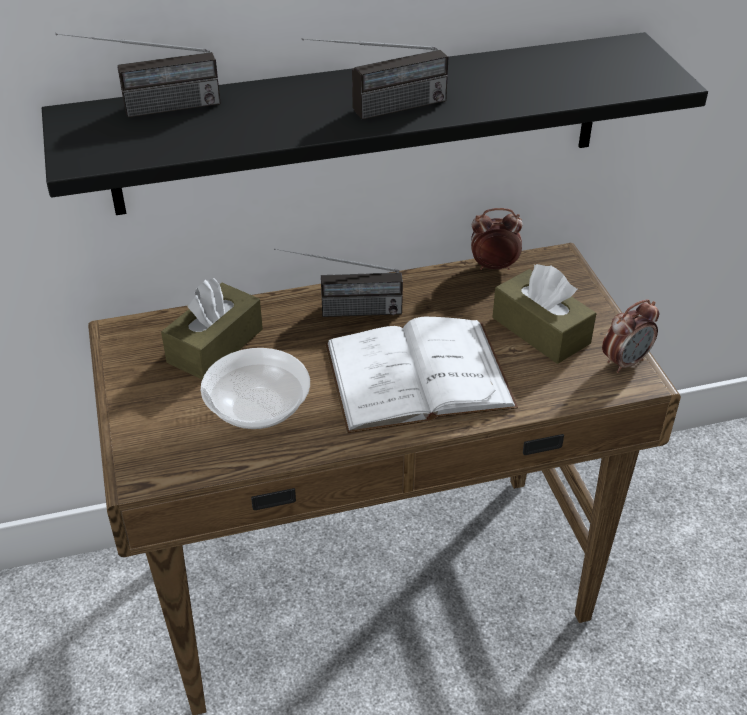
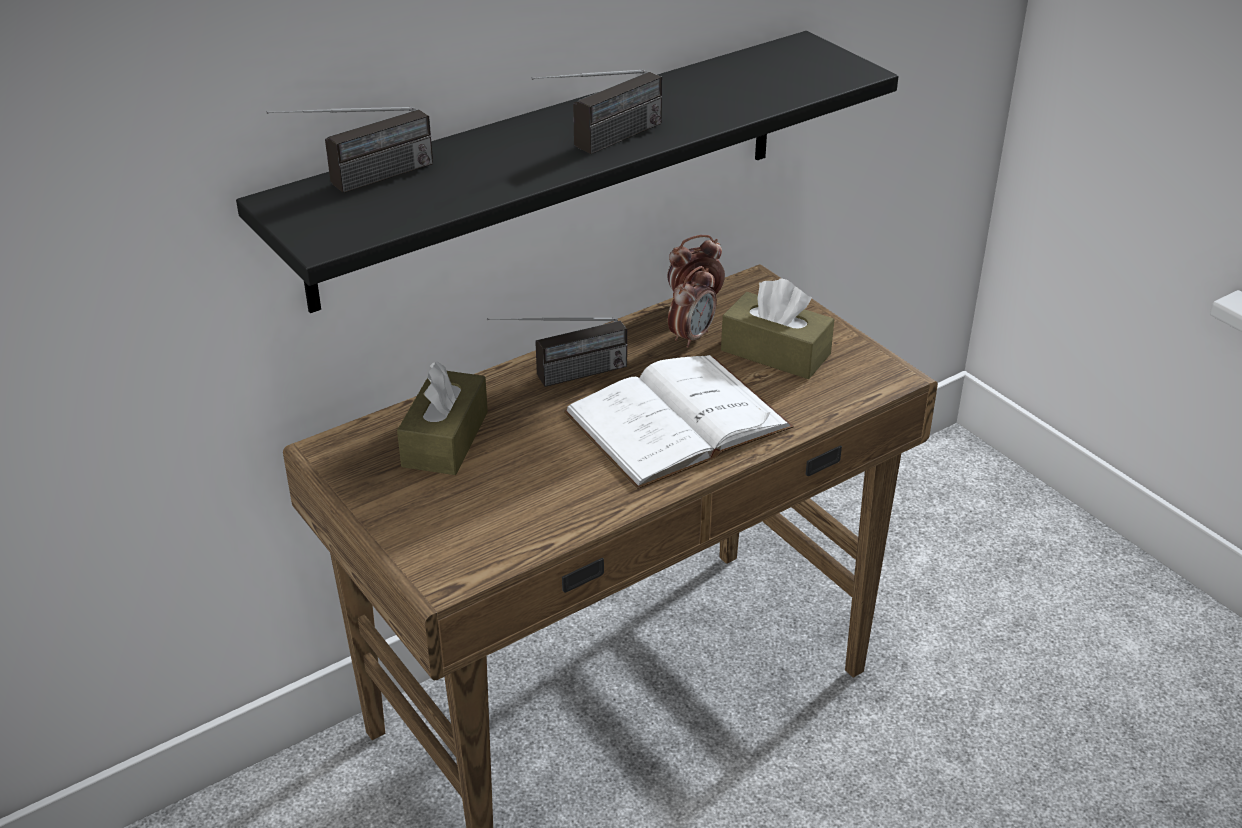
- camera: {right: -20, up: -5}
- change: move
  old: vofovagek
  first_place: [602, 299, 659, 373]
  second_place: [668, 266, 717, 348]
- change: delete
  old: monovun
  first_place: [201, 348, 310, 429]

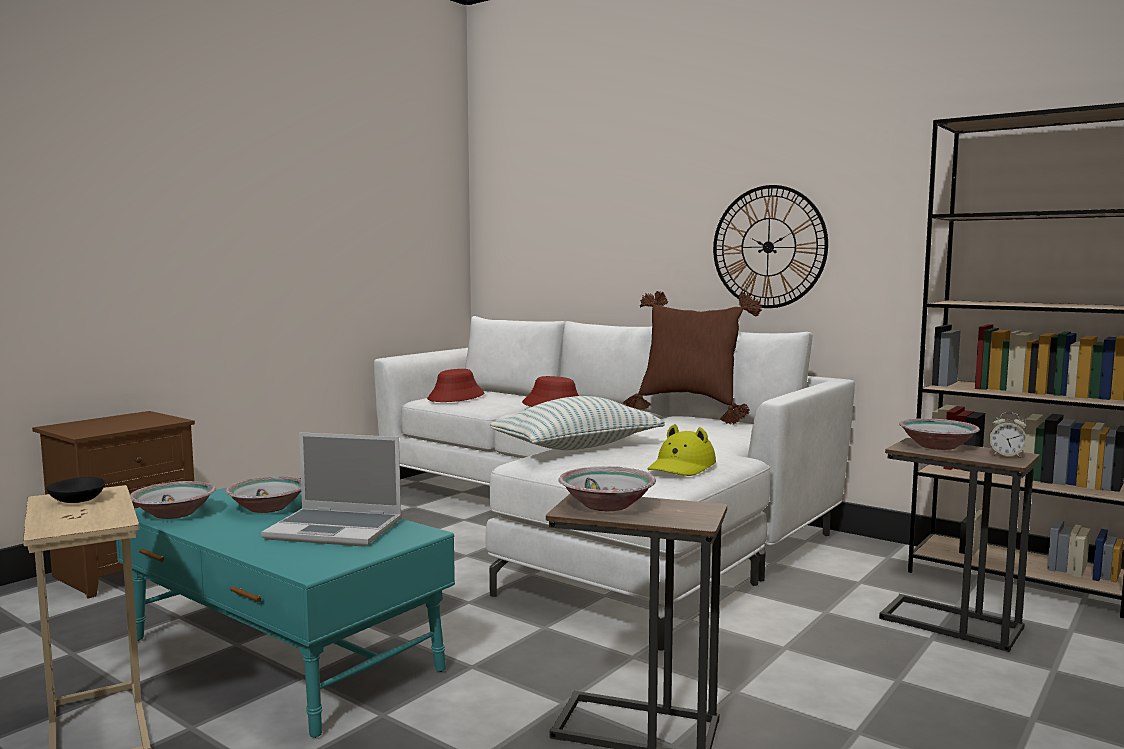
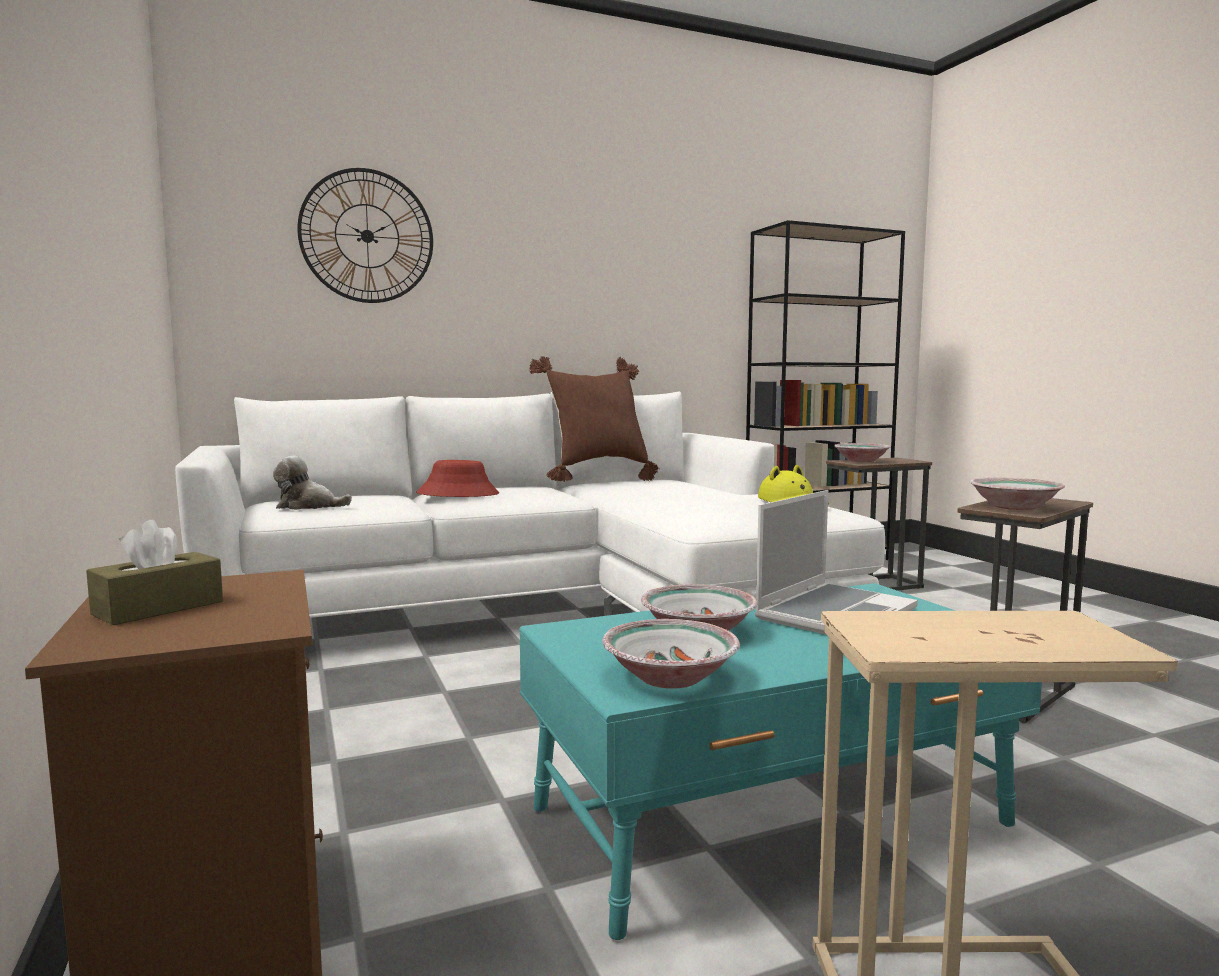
- camera: {right: -60, up: 0}
- change: insert
  new: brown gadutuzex
  second_place: [86, 520, 223, 625]
- change: replace
  old: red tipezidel
  new: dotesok
  first_place: [427, 369, 485, 402]
  second_place: [273, 456, 352, 510]
- change: move
  old: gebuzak
  first_place: [713, 185, 828, 308]
  second_place: [298, 168, 433, 303]
- change: delete
  old: black monovun
  first_place: [46, 477, 106, 503]
- change: delete
  old: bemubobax
  first_place: [490, 396, 665, 450]
- change: delete
  old: vofovagek
  first_place: [989, 412, 1027, 458]

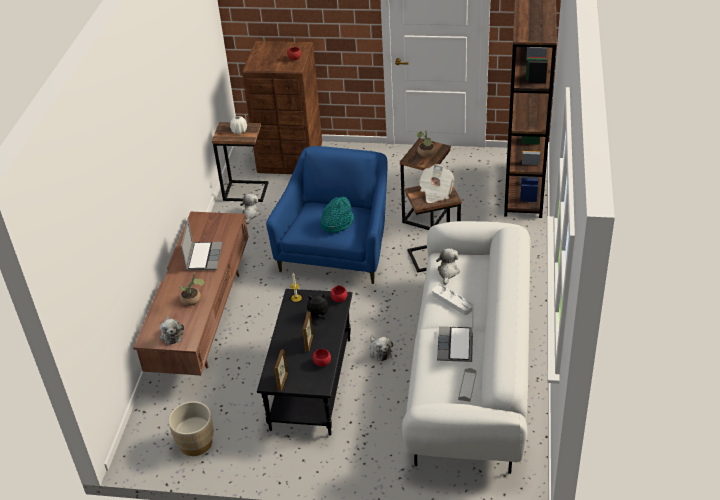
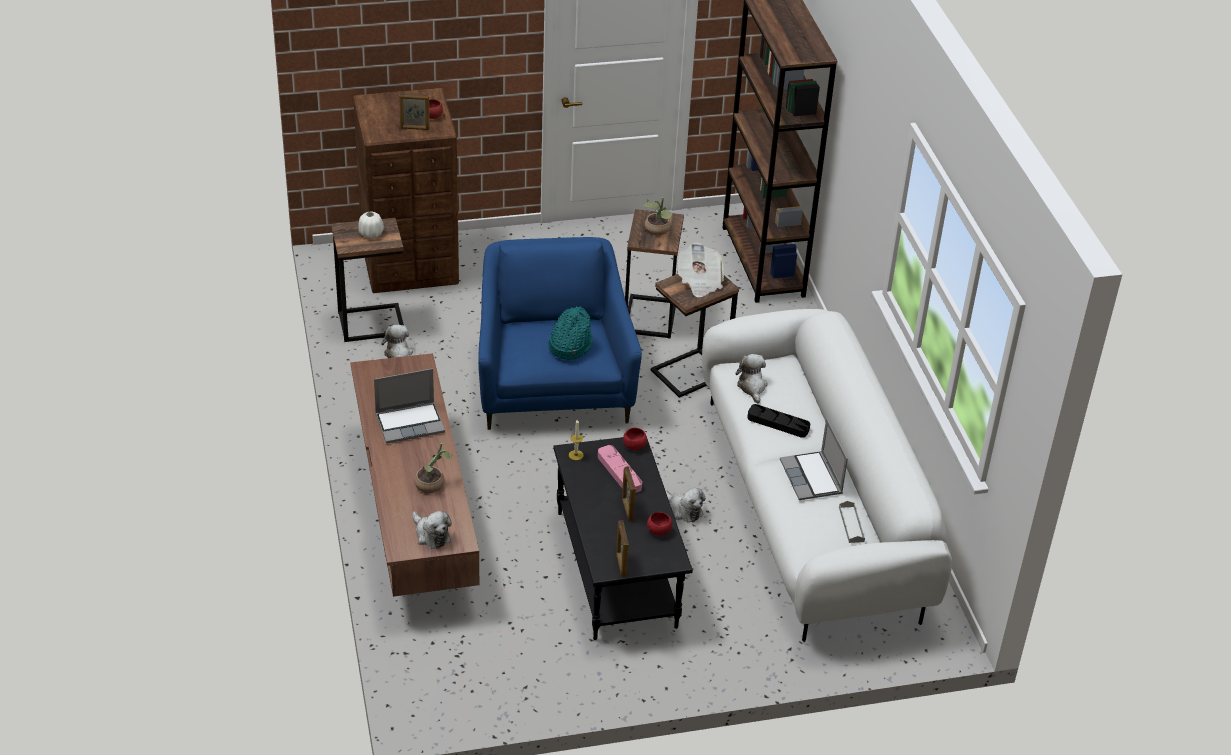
- camera: {right: -25, up: 0}
- change: rotate
  old: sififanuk
  first_place: [181, 219, 222, 271]
  second_place: [374, 368, 445, 443]
  degrees: 90
- change: insert
  new: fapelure
  second_place: [399, 93, 430, 130]
- change: replace
  old: dotesok
  new: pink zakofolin
  first_place: [306, 294, 329, 319]
  second_place: [598, 445, 642, 493]
- change: recolor
  old: white zakofolin
  new: black zakofolin
  first_place: [432, 285, 472, 315]
  second_place: [747, 404, 810, 438]
- change: delete
  old: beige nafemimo
  first_place: [168, 401, 214, 456]

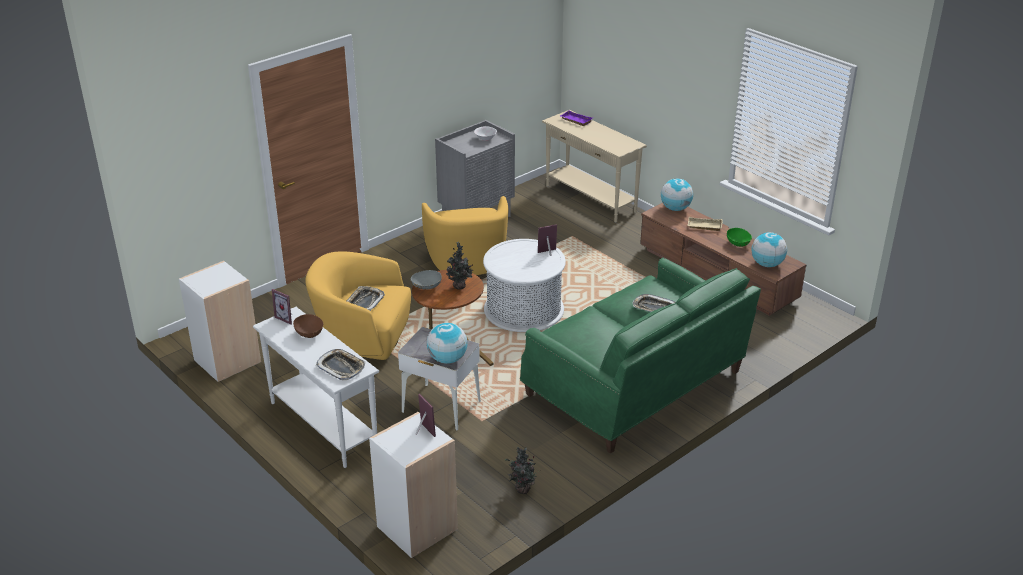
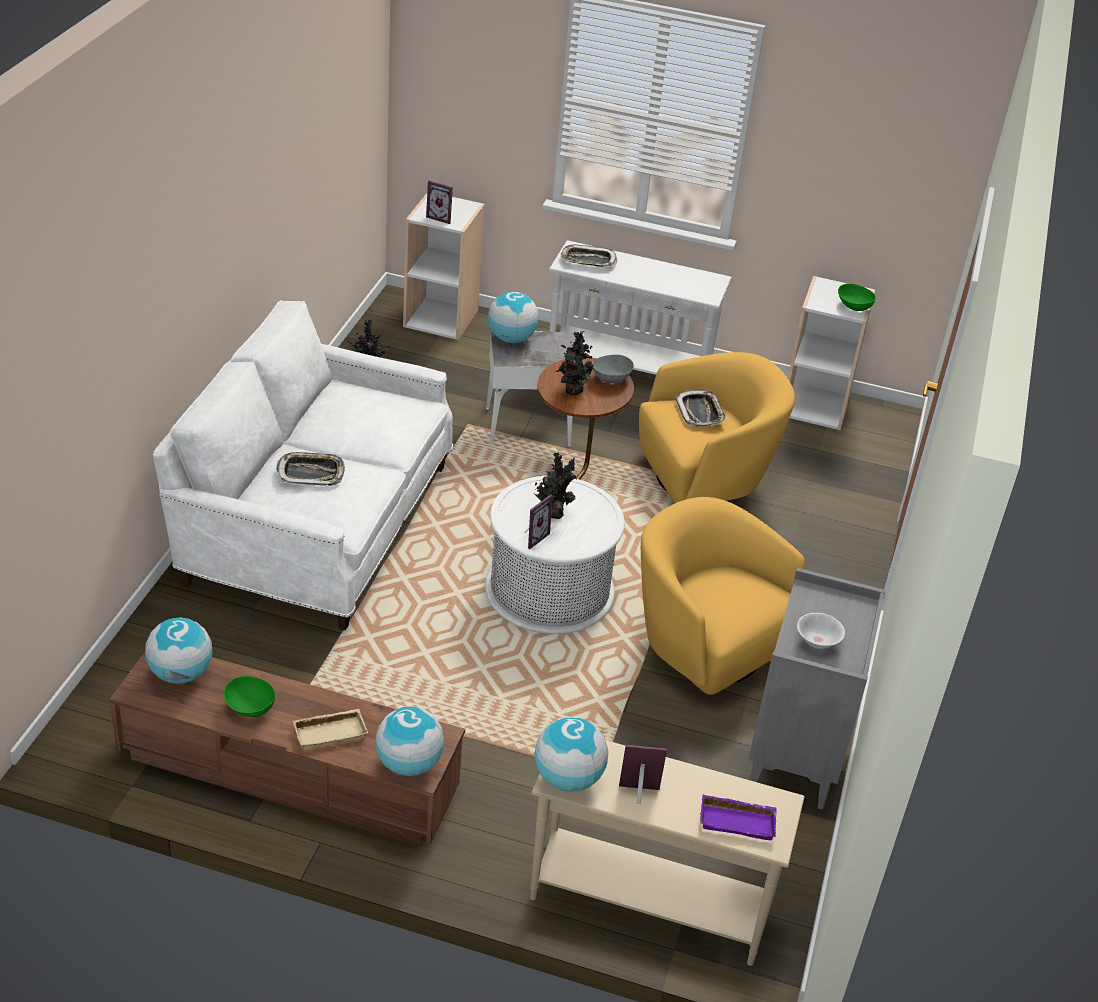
- camera: {right: 145, up: 5}
- change: recolor
  old: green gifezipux
  new: white gifezipux
  first_place: [520, 258, 761, 454]
  second_place: [153, 300, 453, 630]
- change: insert
  new: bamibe
  second_place: [533, 452, 577, 519]
- change: insert
  new: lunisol
  second_place: [535, 717, 608, 792]
- change: move
  old: fapelure
  first_place: [272, 289, 292, 325]
  second_place: [619, 745, 667, 804]
- change: insert
  new: green monovun
  second_place: [838, 284, 876, 311]
- change: delete
  old: brown monovun
  first_place: [293, 314, 324, 338]

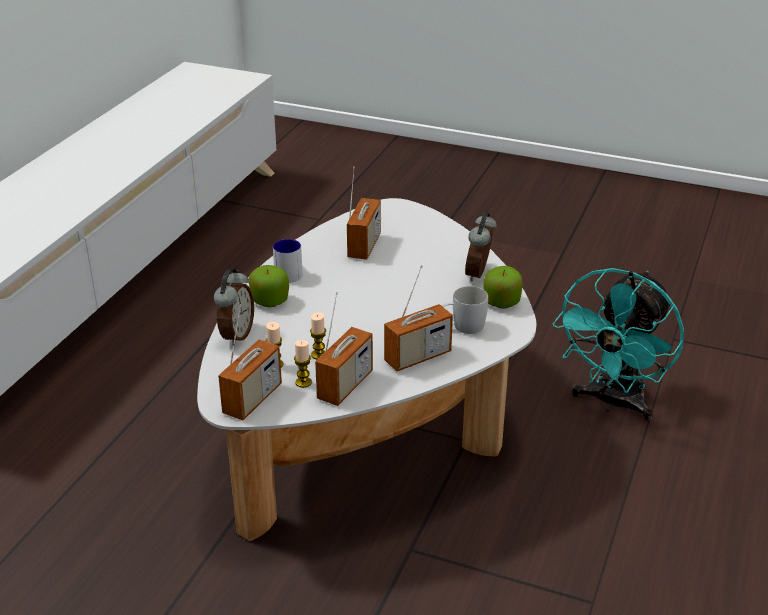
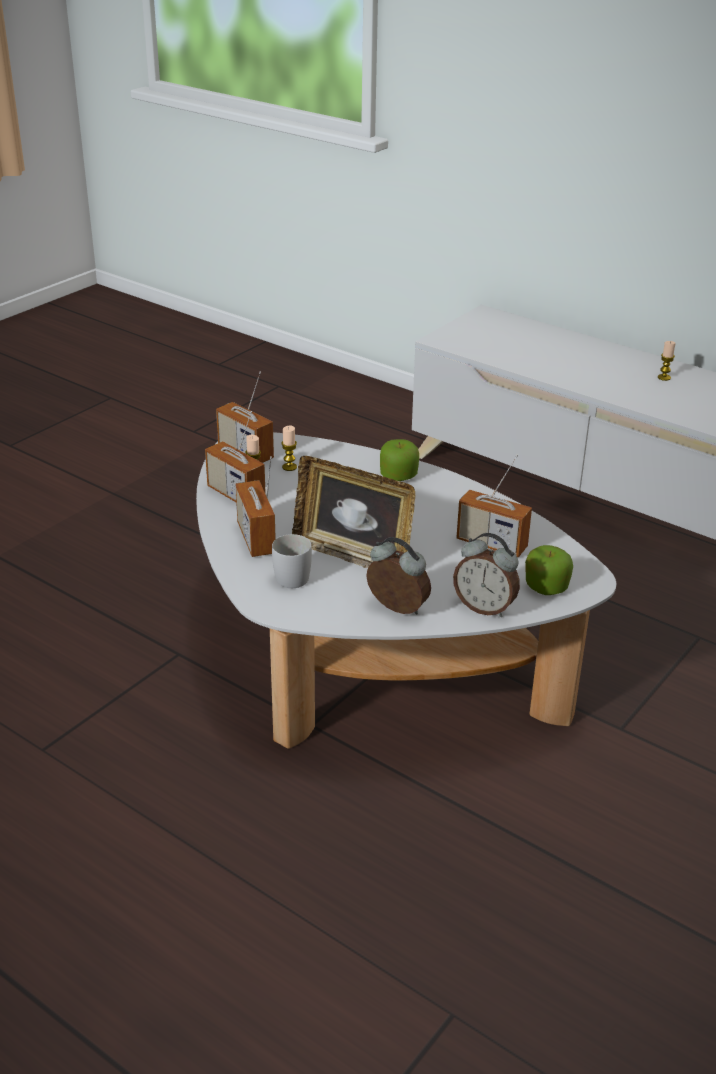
- camera: {right: 105, up: 0}
- change: insert
  new: fapelure
  second_place: [292, 456, 415, 568]
- change: move
  old: vofovagek
  first_place: [214, 269, 254, 344]
  second_place: [453, 533, 520, 617]
- change: move
  old: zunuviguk
  first_place: [483, 266, 522, 309]
  second_place: [525, 545, 573, 595]
- change: move
  old: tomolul
  first_place: [310, 312, 326, 359]
  second_place: [658, 341, 676, 381]
- change: delete
  old: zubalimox
  first_place: [273, 239, 303, 283]
- change: delete
  old: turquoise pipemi
  first_place: [553, 268, 684, 421]

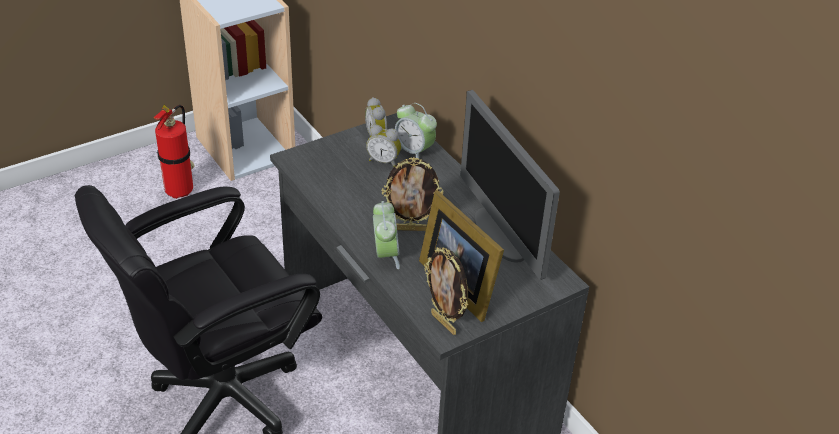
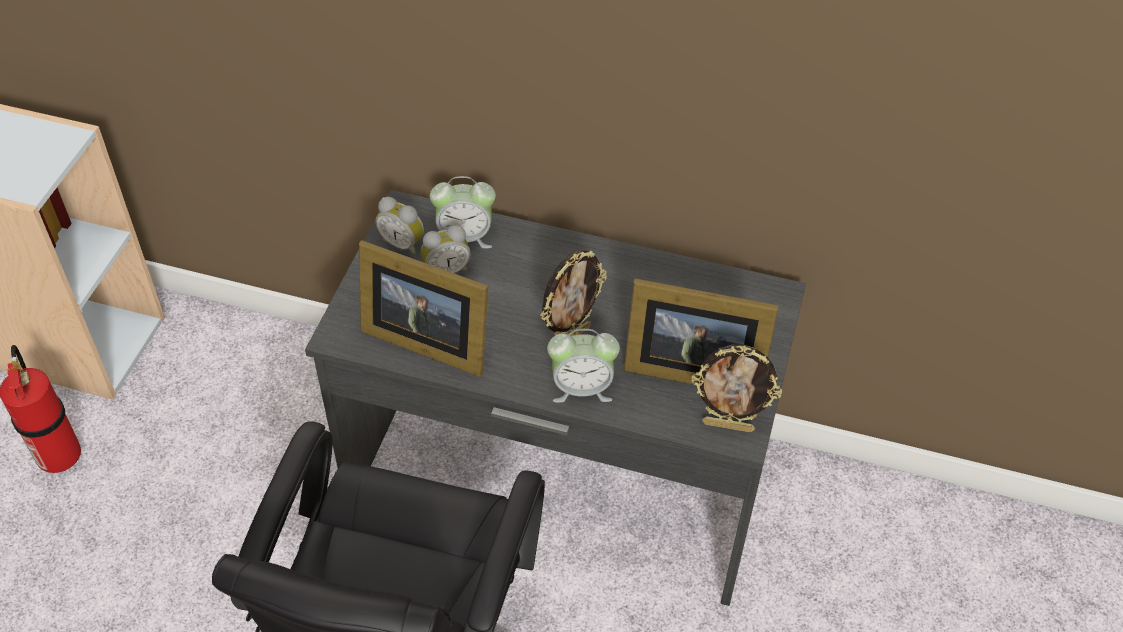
- camera: {right: -40, up: 10}
- change: insert
  new: fapelure
  second_place: [359, 240, 488, 377]
- change: rotate
  old: vofovagek
  first_place: [373, 201, 400, 269]
  second_place: [547, 329, 620, 403]
  degrees: 135
- change: delete
  old: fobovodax
  first_place: [460, 90, 560, 280]

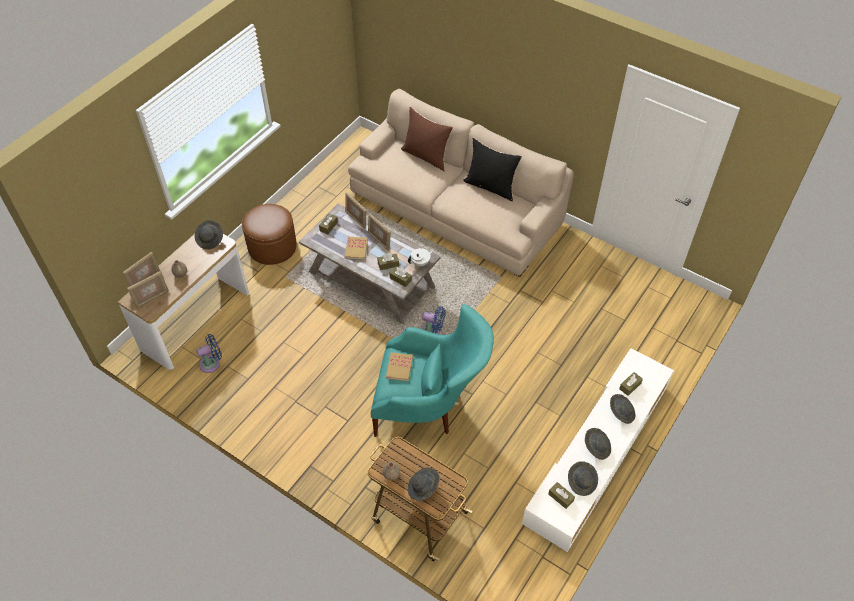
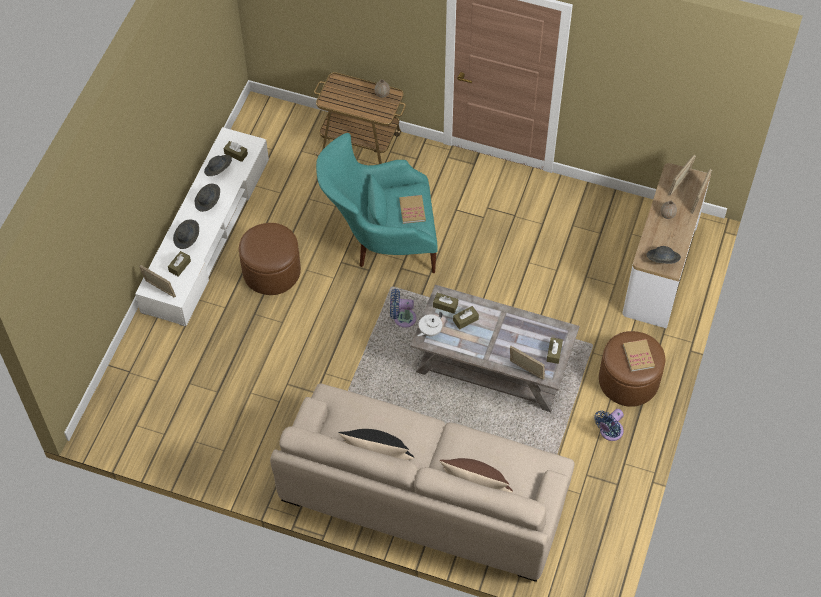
- camera: {right: 165, up: 5}
- change: move
  old: fapelure
  first_place: [368, 214, 391, 251]
  second_place: [140, 265, 176, 297]
- change: insert
  new: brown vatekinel
  second_place: [239, 223, 301, 295]
- change: move
  old: blue pipemi
  first_place: [196, 334, 222, 373]
  second_place: [594, 409, 624, 441]
- change: move
  old: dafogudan
  first_place: [344, 237, 368, 260]
  second_place: [623, 339, 655, 372]
- change: delete
  old: grey tipezidel
  first_place: [408, 468, 440, 501]

